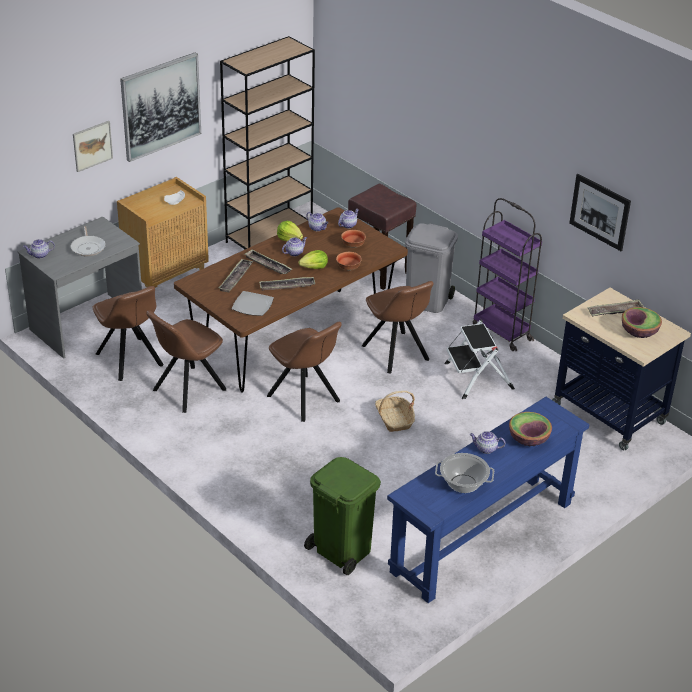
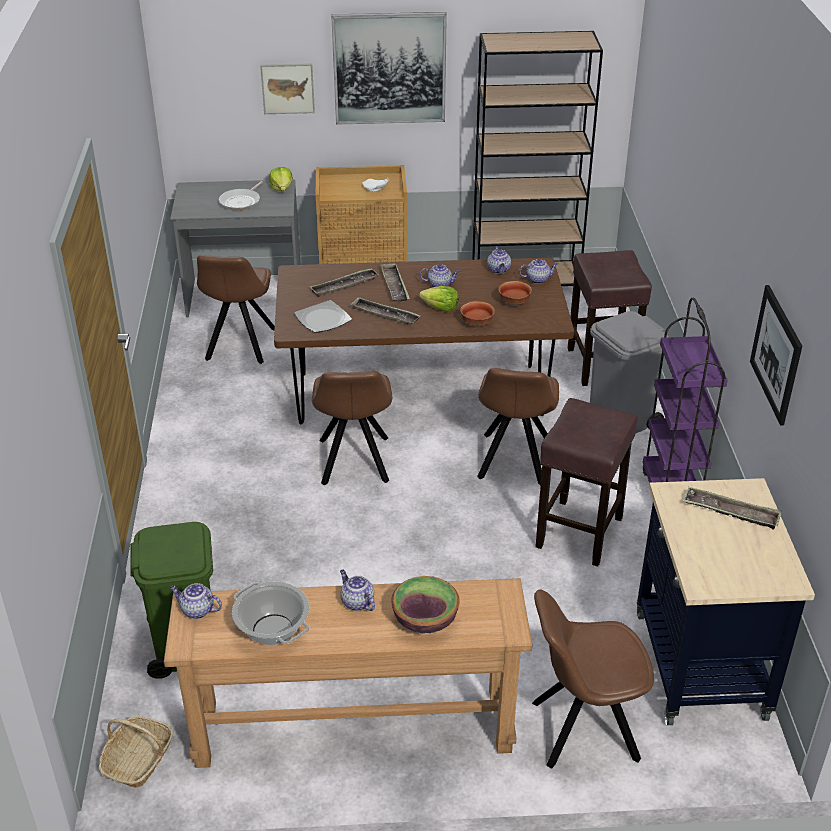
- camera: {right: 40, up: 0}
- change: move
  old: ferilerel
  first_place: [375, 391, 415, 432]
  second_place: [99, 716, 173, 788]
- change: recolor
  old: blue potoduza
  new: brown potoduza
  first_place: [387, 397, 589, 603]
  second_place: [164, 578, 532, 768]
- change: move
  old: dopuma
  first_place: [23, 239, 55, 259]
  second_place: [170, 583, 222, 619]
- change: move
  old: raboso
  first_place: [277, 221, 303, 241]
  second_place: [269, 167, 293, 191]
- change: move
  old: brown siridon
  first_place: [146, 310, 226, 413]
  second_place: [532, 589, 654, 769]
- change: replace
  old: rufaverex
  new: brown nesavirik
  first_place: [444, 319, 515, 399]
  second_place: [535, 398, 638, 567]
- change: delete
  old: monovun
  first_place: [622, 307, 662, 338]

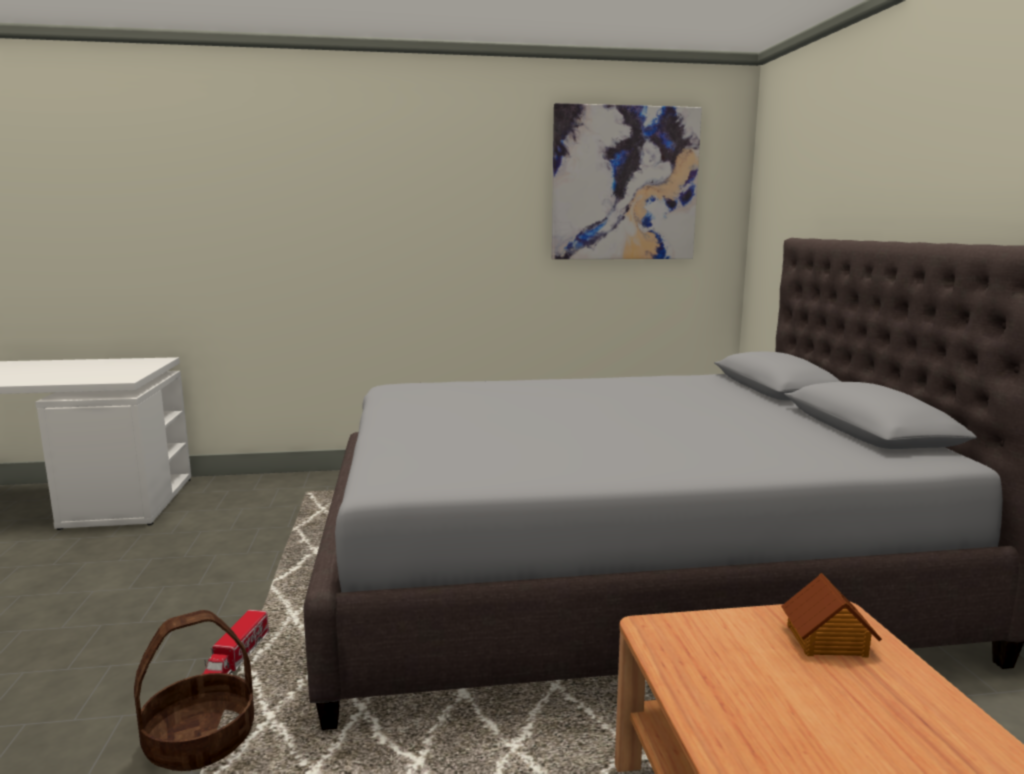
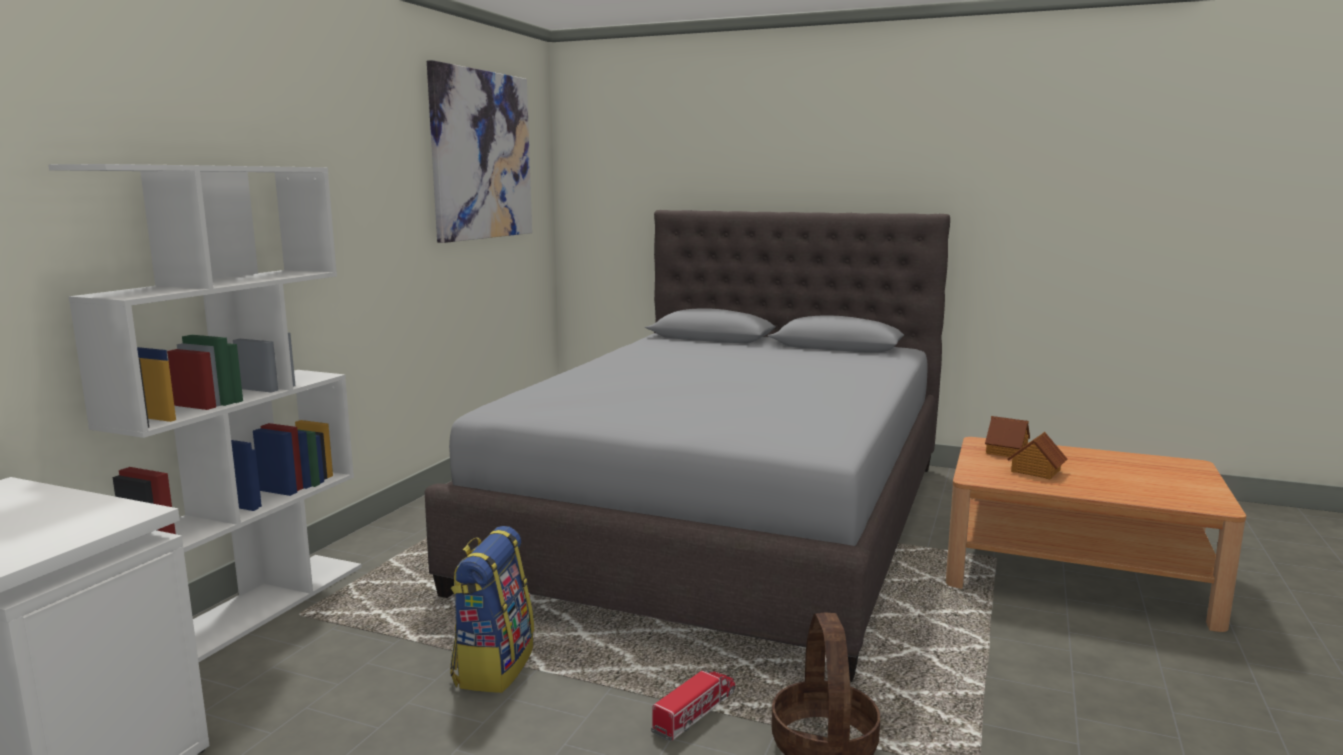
- camera: {right: -60, up: 0}
- change: insert
  new: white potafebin
  second_place: [48, 164, 362, 662]
- change: insert
  new: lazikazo
  second_place: [450, 526, 534, 693]
- change: rotate
  old: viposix
  first_place: [202, 610, 270, 675]
  second_place: [651, 671, 735, 741]
  degrees: -90
- change: insert
  new: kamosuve
  second_place: [1007, 432, 1067, 479]

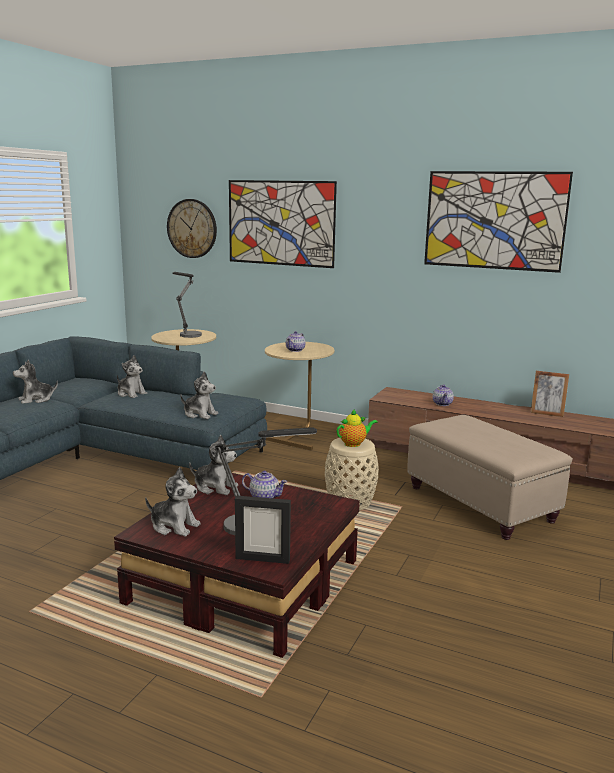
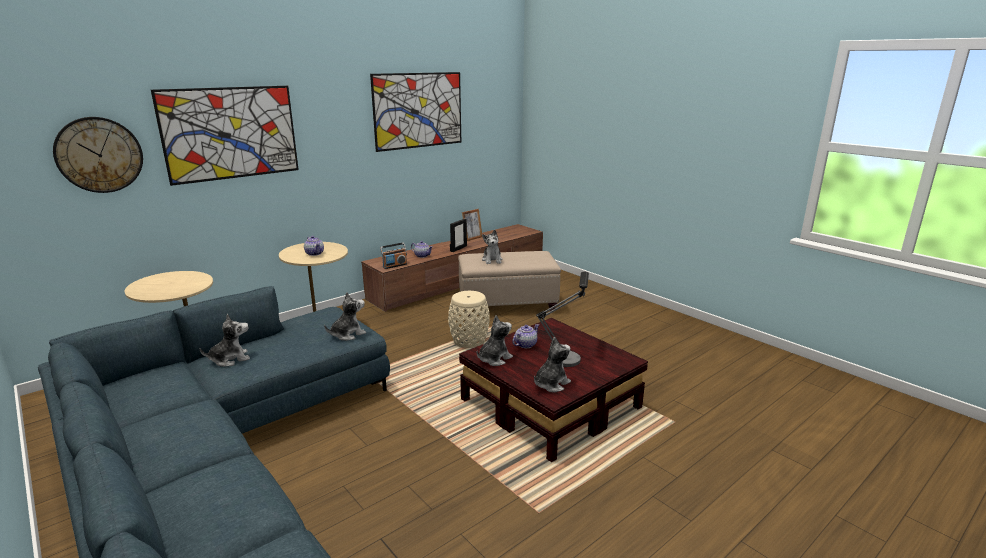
- camera: {right: -65, up: 5}
- change: insert
  new: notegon
  second_place: [380, 242, 407, 269]
- change: move
  old: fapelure
  first_place: [235, 496, 291, 564]
  second_place: [450, 219, 467, 252]
- change: move
  old: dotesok
  first_place: [13, 360, 58, 404]
  second_place: [482, 230, 503, 264]
- change: delete
  old: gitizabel
  first_place: [172, 272, 202, 338]
- change: delete
  old: dopuma
  first_place: [336, 409, 378, 447]

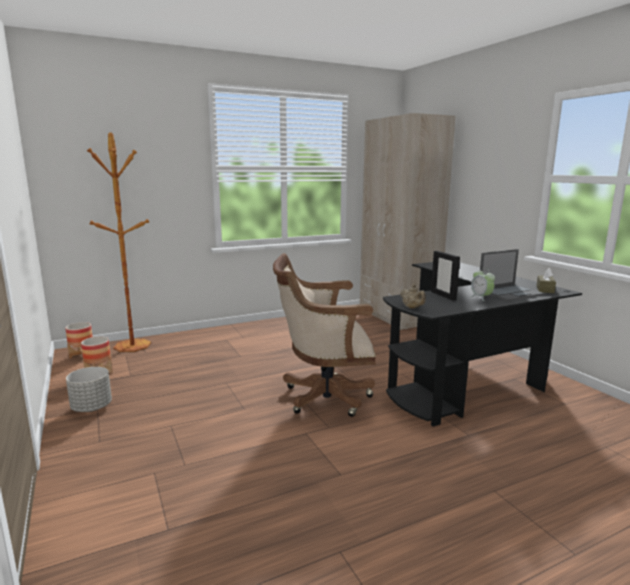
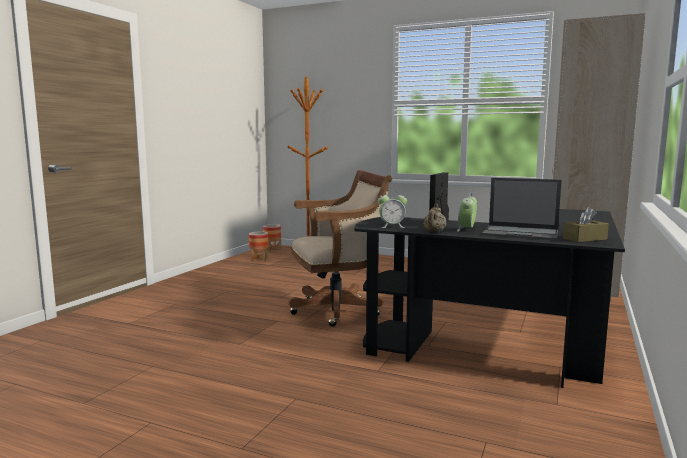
- camera: {right: 50, up: -5}
- change: rotate
  old: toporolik
  first_place: [273, 253, 376, 417]
  second_place: [288, 170, 392, 327]
  degrees: 120
- change: insert
  new: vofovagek
  second_place: [378, 190, 407, 228]
- change: move
  old: beige dopuma
  first_place: [400, 284, 426, 309]
  second_place: [424, 204, 446, 232]
- change: delete
  old: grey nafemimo
  first_place: [66, 367, 112, 412]

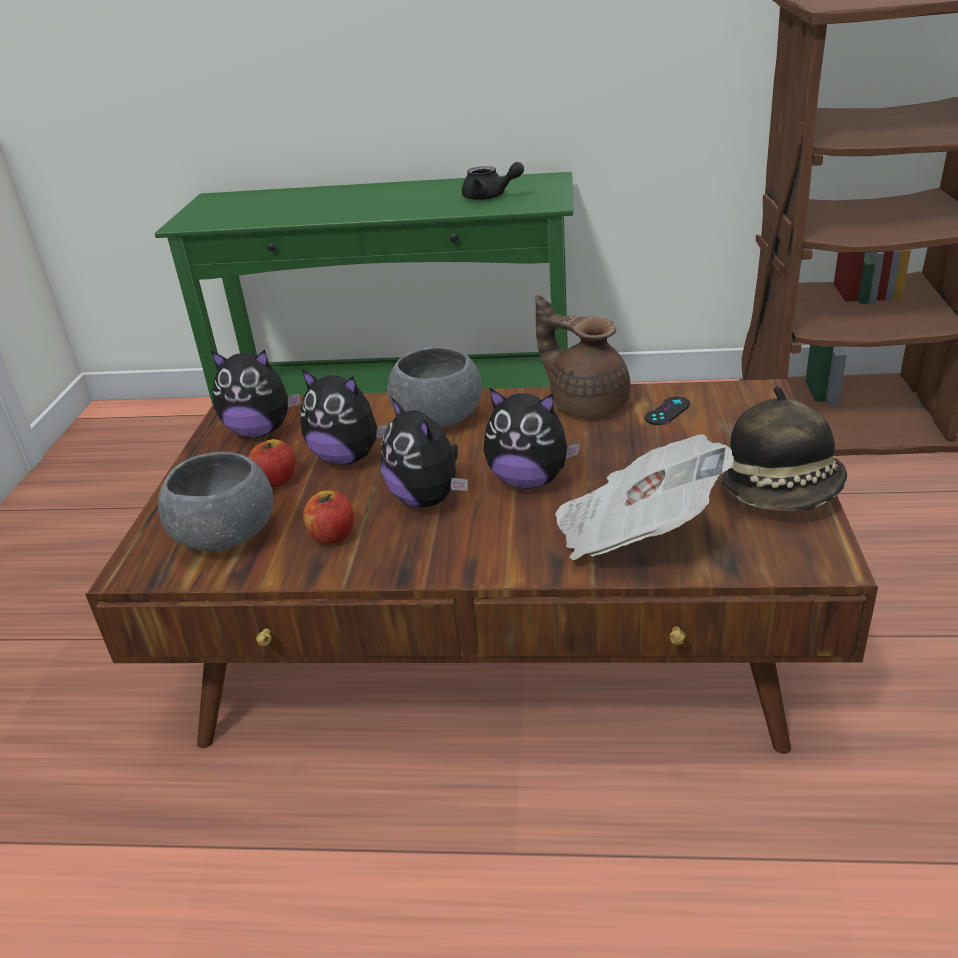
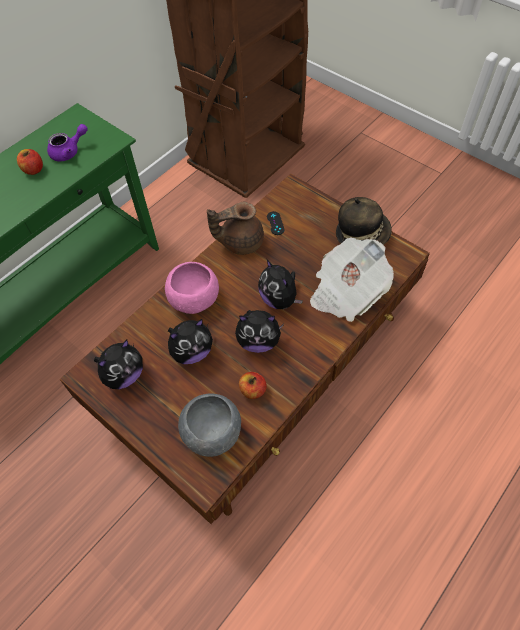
- camera: {right: -55, up: 25}
- change: move
  old: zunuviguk
  first_place: [249, 439, 295, 487]
  second_place: [17, 149, 43, 175]
- change: recolor
  old: black dopuma
  new: purple dopuma
  first_place: [462, 162, 524, 200]
  second_place: [47, 124, 88, 161]
- change: recolor
  old: grey monovun
  new: pink monovun
  first_place: [387, 346, 482, 427]
  second_place: [165, 262, 219, 314]
- change: rotate
  old: dotesok
  first_place: [484, 388, 580, 488]
  second_place: [258, 259, 303, 309]
  degrees: 90

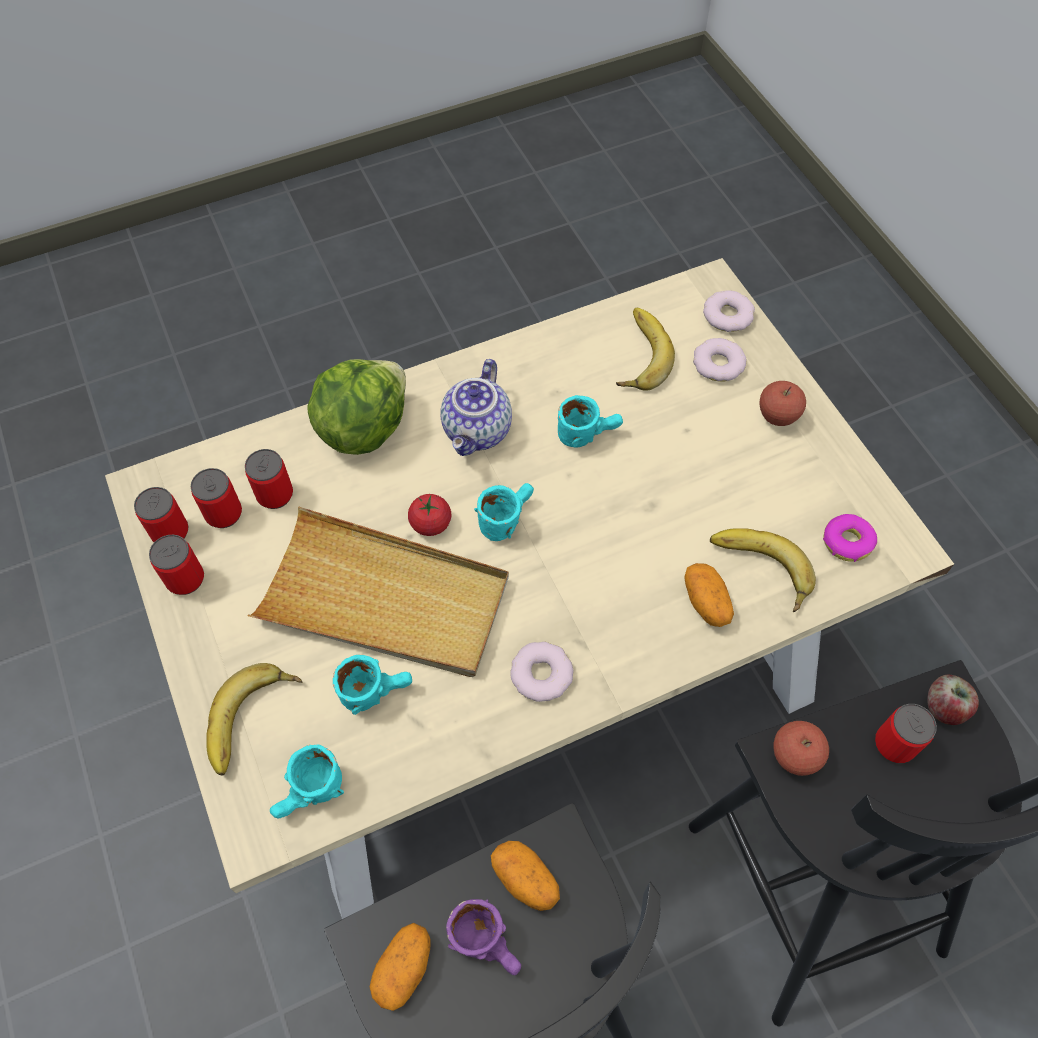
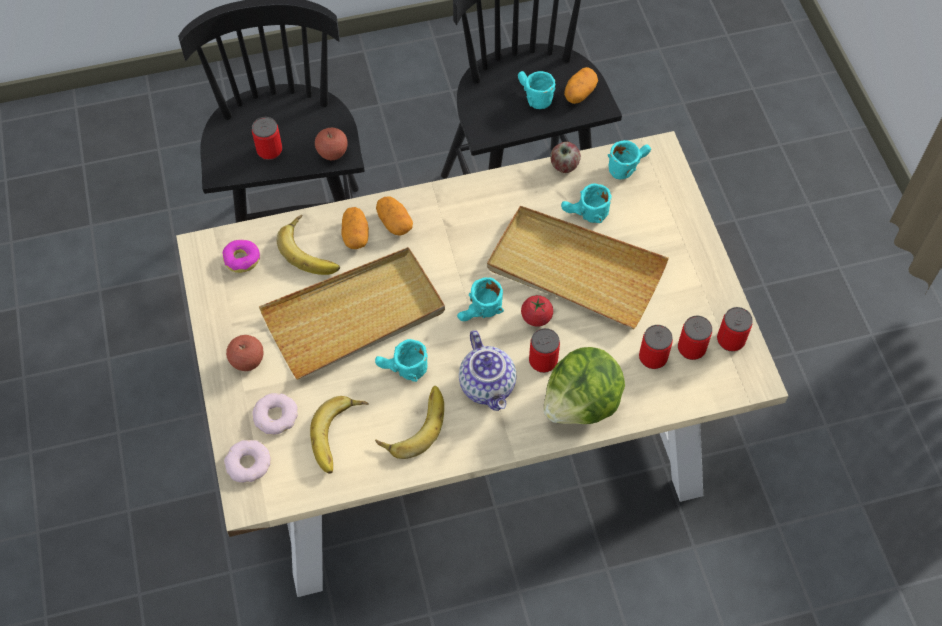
- camera: {right: -170, up: 0}
- change: insert
  new: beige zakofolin
  second_place: [259, 247, 445, 380]
- change: move
  old: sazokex
  first_place: [206, 663, 302, 775]
  second_place: [375, 386, 444, 459]
- change: move
  old: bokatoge
  first_place: [491, 841, 560, 911]
  second_place: [376, 196, 413, 236]
- change: rotate
  old: dopuma
  first_place: [441, 359, 512, 456]
  second_place: [459, 330, 516, 411]
  degrees: 135
- change: recolor
  old: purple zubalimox
  new: turquoise zubalimox
  first_place: [446, 899, 521, 976]
  second_place: [518, 71, 555, 109]
- change: move
  old: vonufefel
  first_place: [149, 535, 204, 595]
  second_place: [529, 328, 560, 373]
- change: move
  old: zunuviguk
  first_place: [927, 675, 979, 725]
  second_place: [550, 142, 581, 173]
- change: delete
  old: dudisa
  first_place: [510, 642, 573, 702]

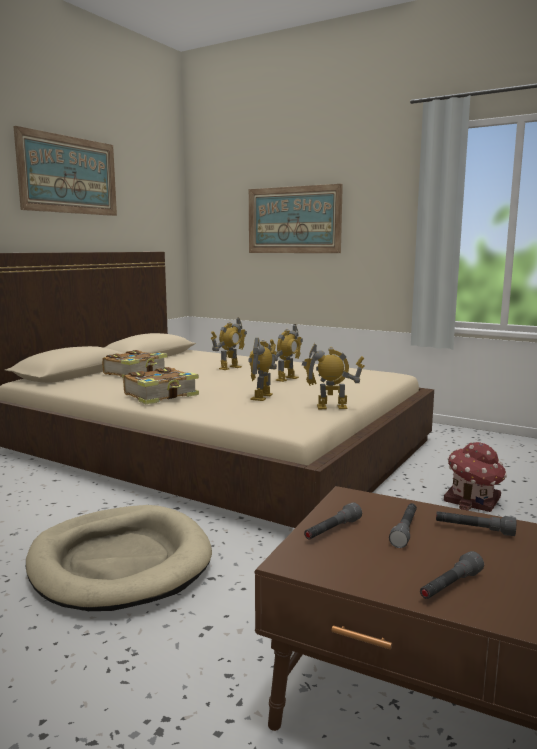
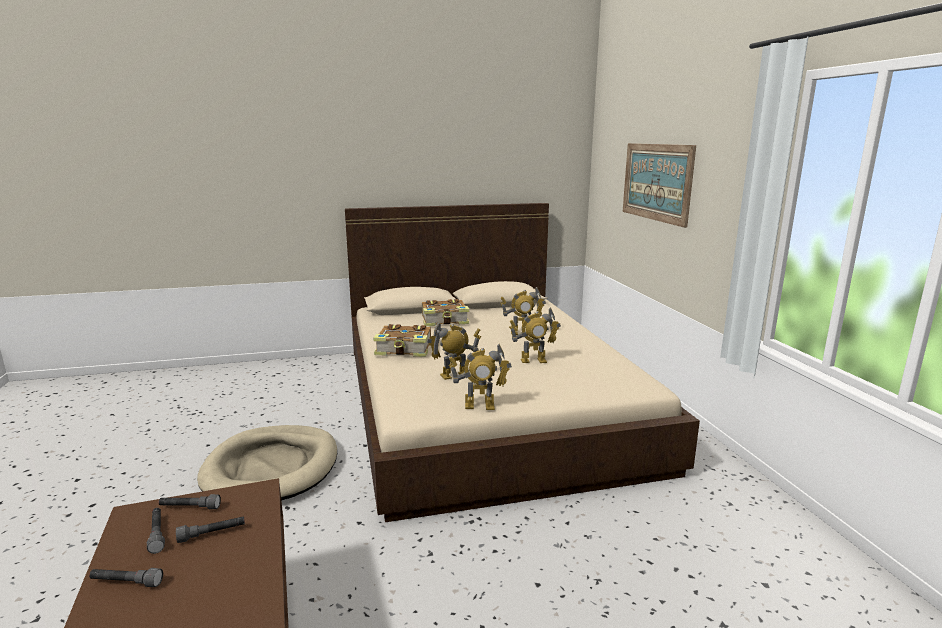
- camera: {right: 45, up: 5}
- change: move
  old: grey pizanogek
  first_place: [436, 511, 516, 536]
  second_place: [147, 508, 165, 554]
- change: rotate
  old: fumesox
  first_place: [302, 343, 364, 409]
  second_place: [449, 344, 512, 410]
  degrees: 135
- change: delete
  old: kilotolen
  first_place: [13, 126, 117, 216]
- change: delete
  old: kamosuve
  first_place: [444, 442, 507, 512]

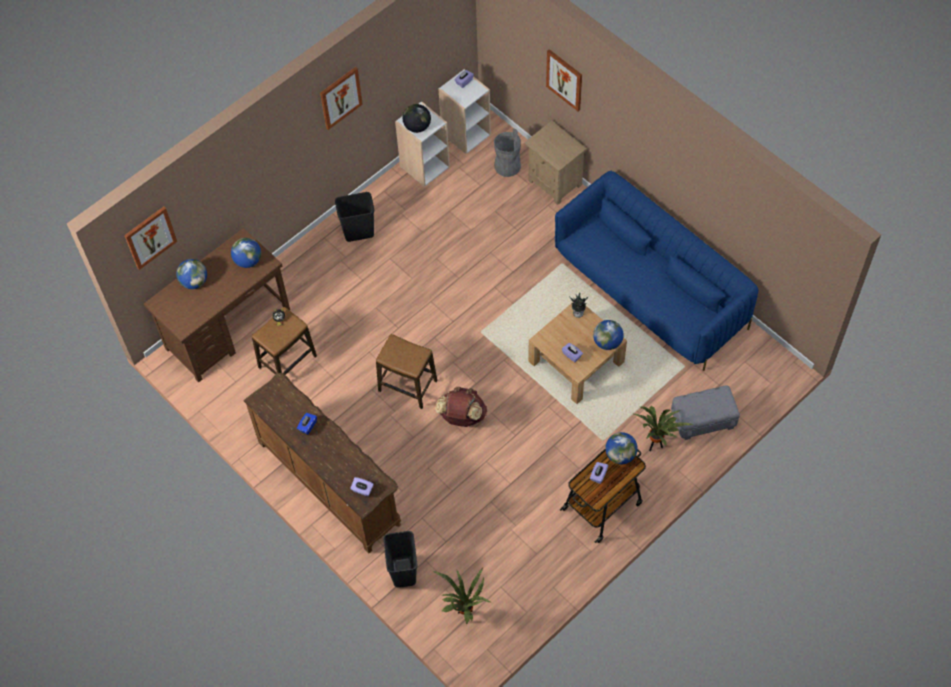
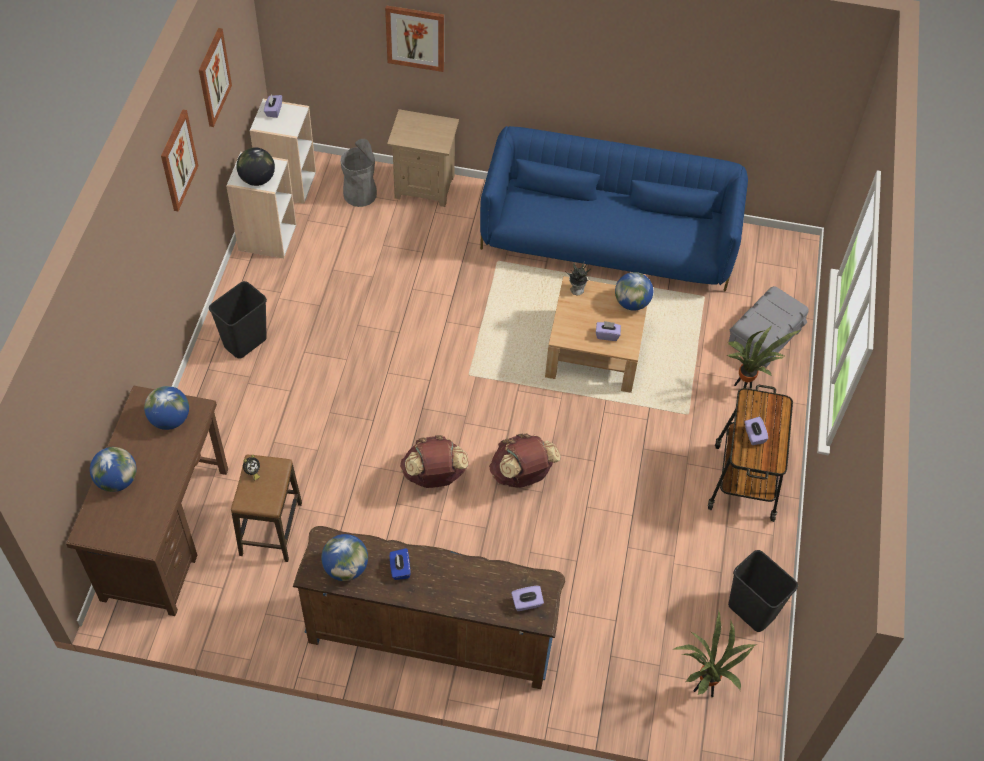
- camera: {right: -40, up: -5}
- change: move
  old: kilotolen
  first_place: [125, 207, 177, 270]
  second_place: [199, 28, 232, 127]
- change: recolor
  old: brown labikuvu
  new: blue labikuvu
  first_place: [243, 373, 401, 553]
  second_place: [293, 526, 565, 689]
- change: move
  old: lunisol
  first_place: [605, 432, 638, 464]
  second_place: [321, 534, 368, 581]
- change: replace
  old: nesavirik
  new: brown lazikazo
  first_place: [376, 334, 437, 409]
  second_place: [400, 435, 469, 488]
- change: move
  old: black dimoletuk
  first_place: [383, 531, 417, 588]
  second_place: [728, 550, 798, 632]

